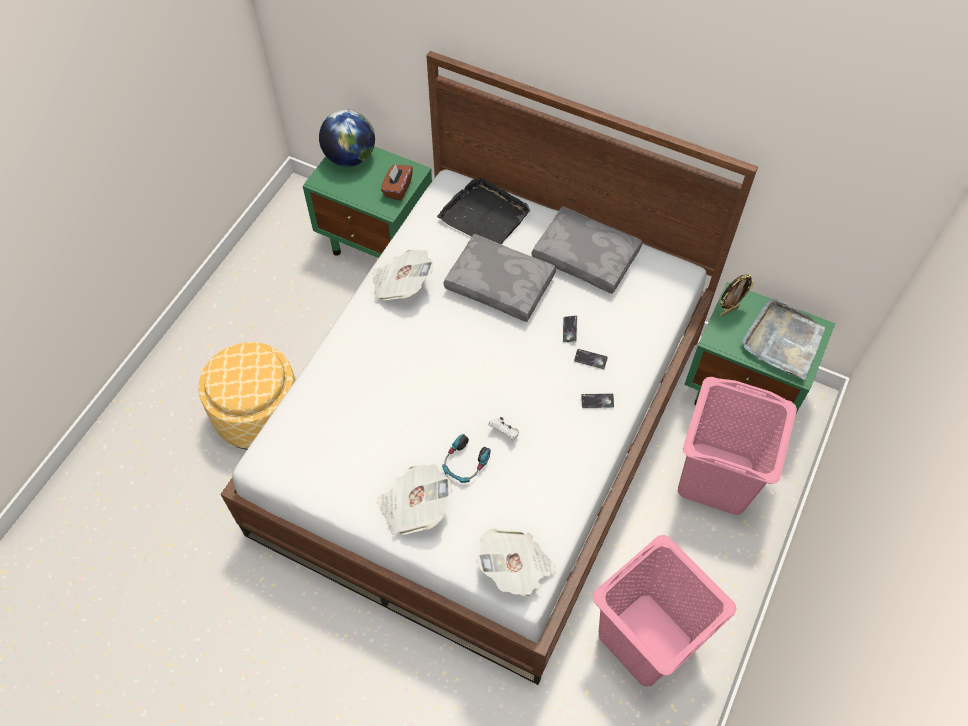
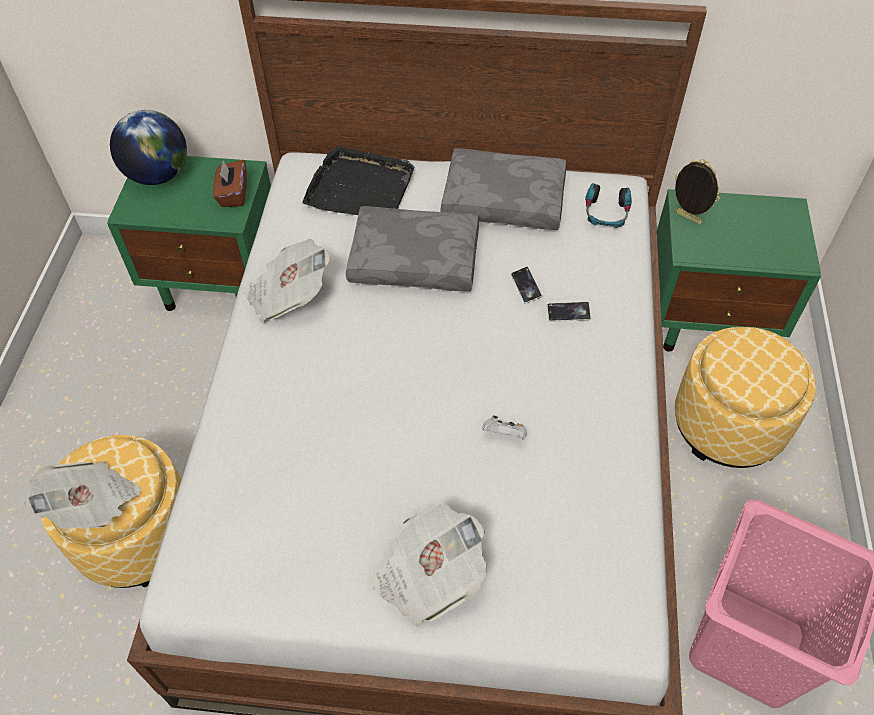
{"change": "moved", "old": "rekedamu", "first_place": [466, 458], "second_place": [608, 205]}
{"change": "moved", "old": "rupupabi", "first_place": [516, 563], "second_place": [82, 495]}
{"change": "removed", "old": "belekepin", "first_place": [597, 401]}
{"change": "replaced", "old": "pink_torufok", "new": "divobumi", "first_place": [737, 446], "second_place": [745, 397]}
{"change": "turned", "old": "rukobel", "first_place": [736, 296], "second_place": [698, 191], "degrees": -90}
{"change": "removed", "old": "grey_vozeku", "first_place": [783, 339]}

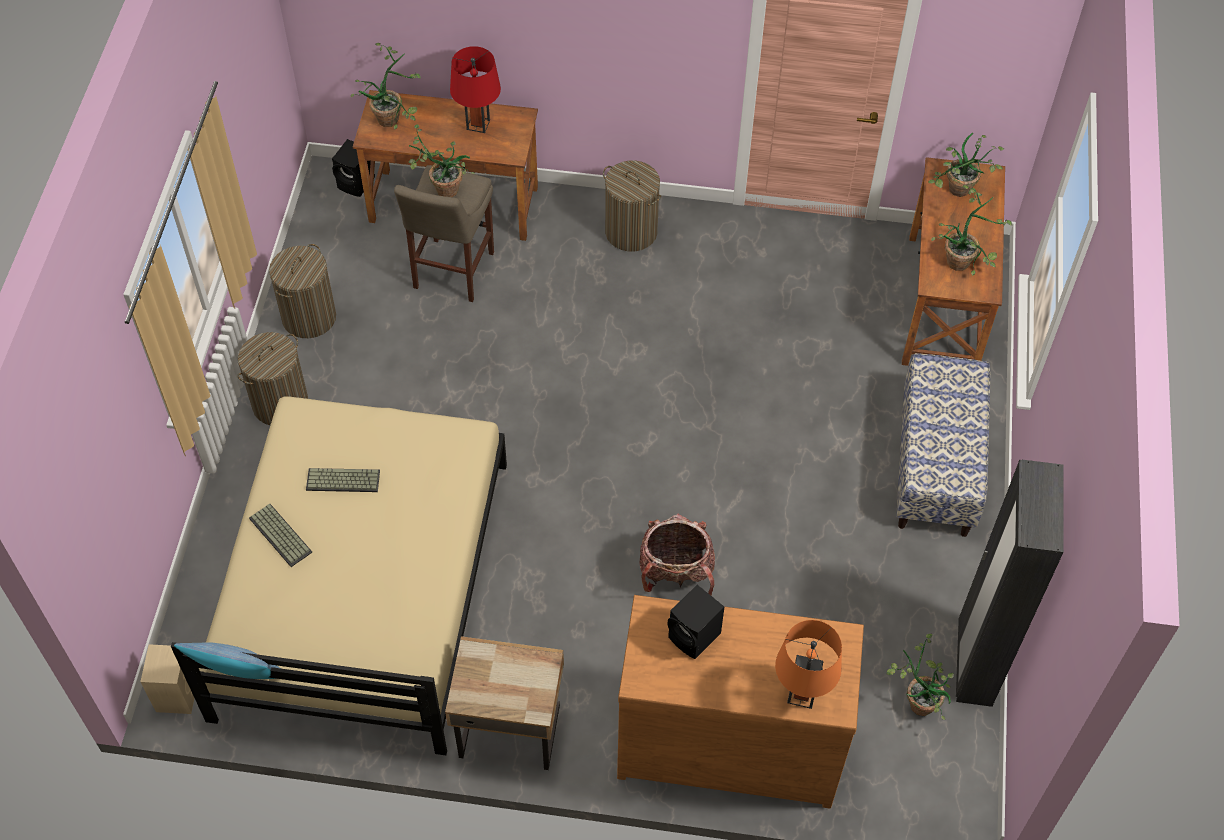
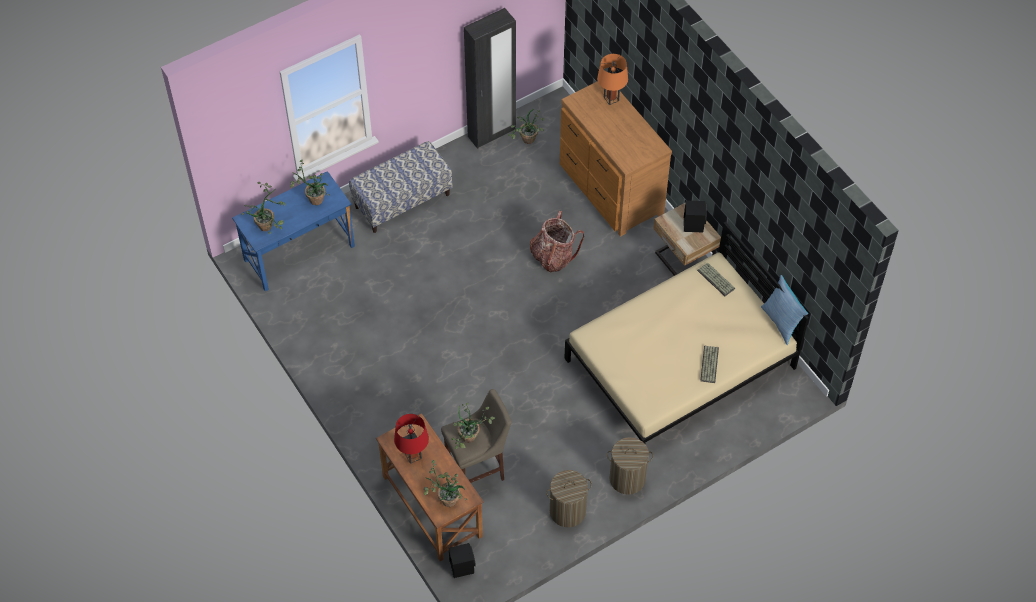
{"change": "removed", "old": "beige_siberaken", "first_place": [167, 679]}
{"change": "moved", "old": "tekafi", "first_place": [343, 480], "second_place": [716, 279]}
{"change": "removed", "old": "torufok", "first_place": [632, 205]}
{"change": "moved", "old": "black_siberaken", "first_place": [695, 622], "second_place": [695, 217]}
{"change": "recoloured", "old": "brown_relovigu", "new": "blue_relovigu", "first_place": [953, 261], "second_place": [293, 231]}

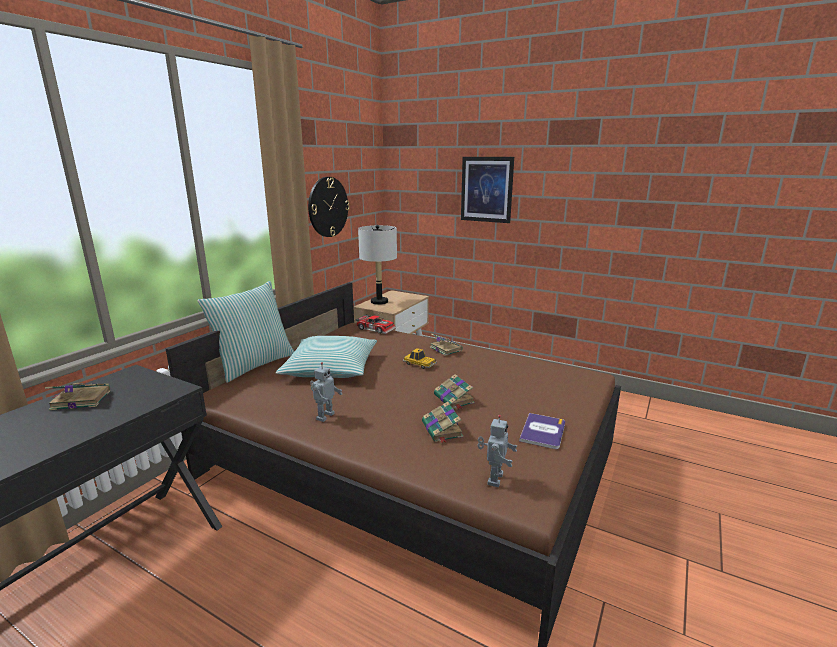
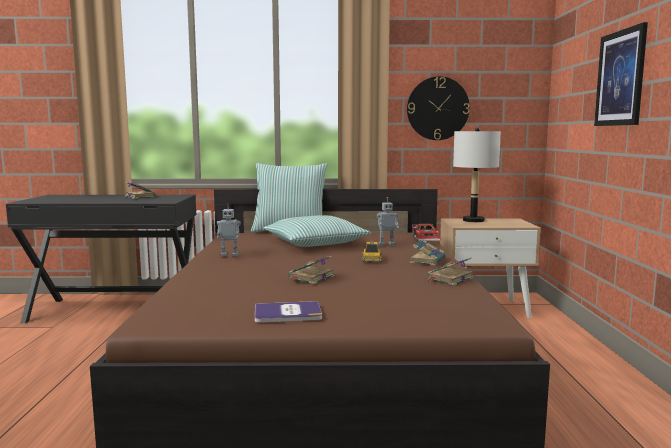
{"change": "moved", "old": "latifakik", "first_place": [442, 422], "second_place": [449, 272]}
{"change": "moved", "old": "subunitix", "first_place": [497, 451], "second_place": [388, 221]}

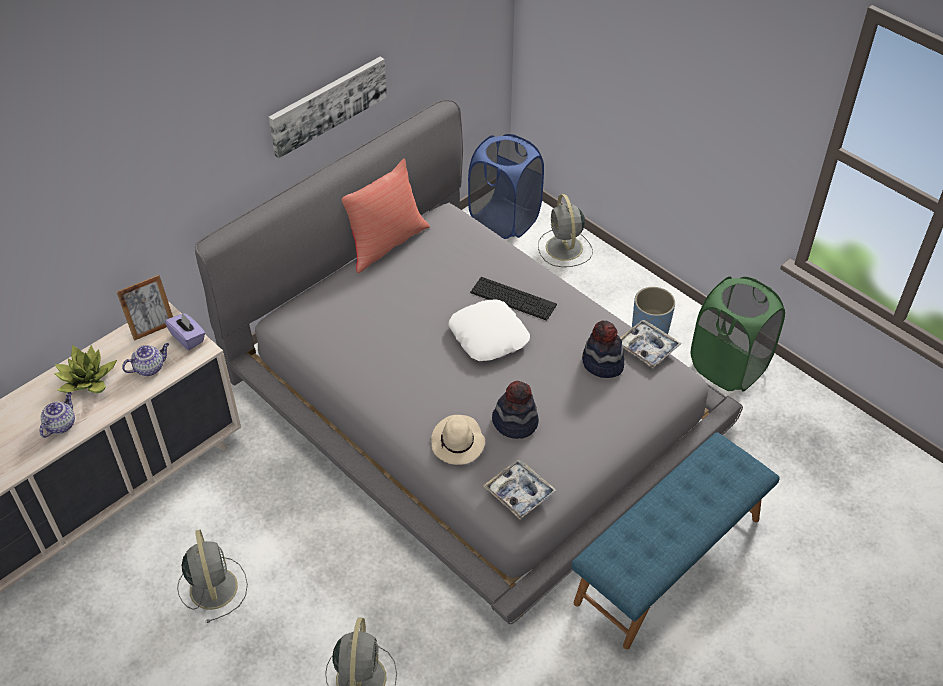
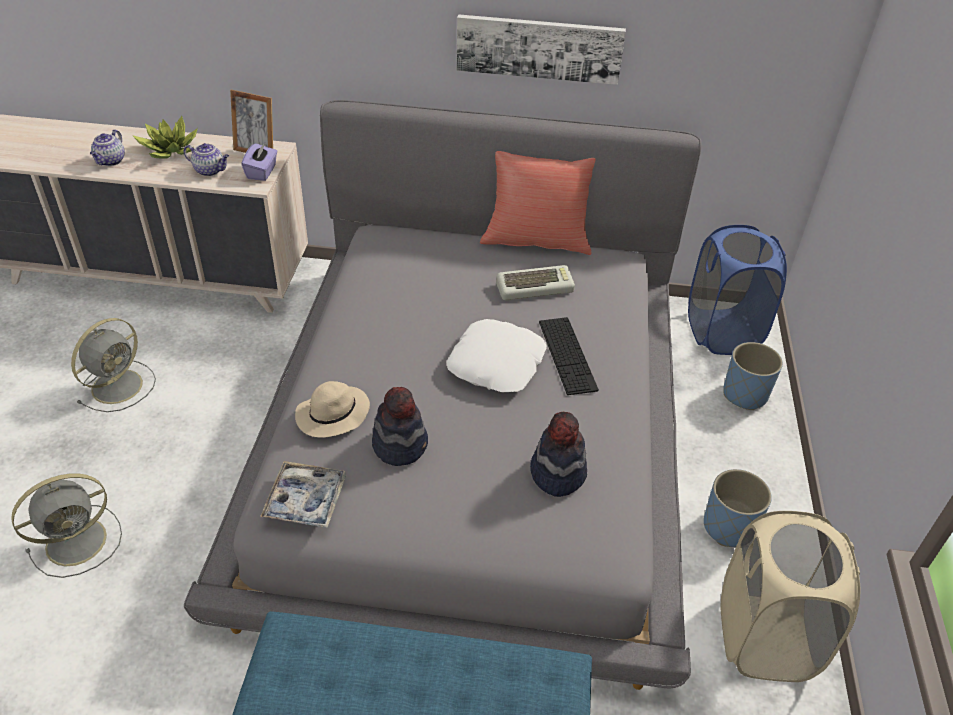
{"change": "turned", "old": "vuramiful", "first_place": [57, 415], "second_place": [107, 148], "degrees": 120}
{"change": "replaced", "old": "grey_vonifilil", "new": "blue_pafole", "first_place": [565, 230], "second_place": [753, 376]}
{"change": "removed", "old": "vozeku", "first_place": [650, 344]}
{"change": "recoloured", "old": "green_torufok", "new": "beige_torufok", "first_place": [738, 334], "second_place": [790, 596]}
{"change": "added", "new": "tekafi", "second_place": [535, 282]}

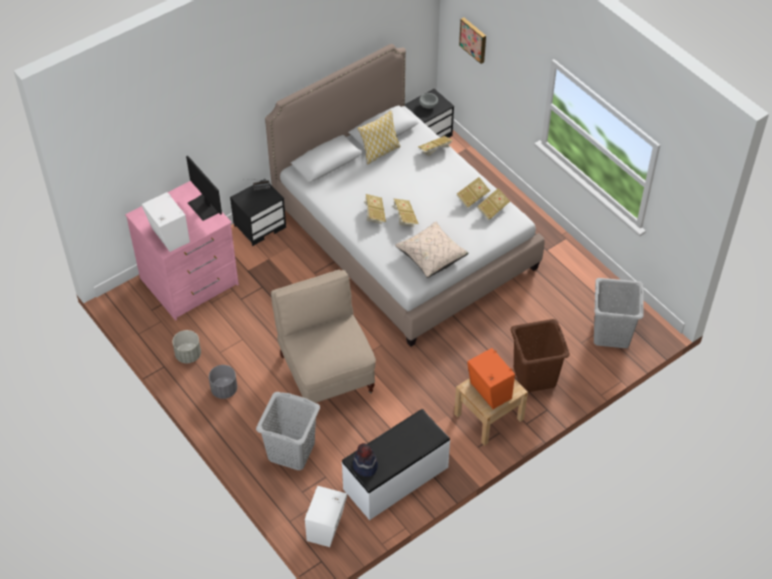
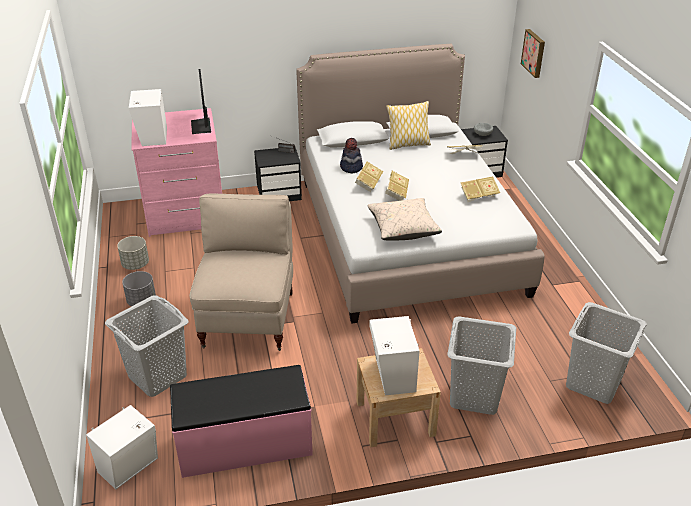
{"change": "recoloured", "old": "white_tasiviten", "new": "pink_tasiviten", "first_place": [395, 464], "second_place": [241, 421]}
{"change": "moved", "old": "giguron", "first_place": [365, 460], "second_place": [351, 155]}
{"change": "recoloured", "old": "orange_siberaken", "new": "white_siberaken", "first_place": [491, 378], "second_place": [394, 356]}
{"change": "removed", "old": "latifakik", "first_place": [493, 204]}
{"change": "recoloured", "old": "brown_torufok", "new": "grey_torufok", "first_place": [540, 355], "second_place": [481, 365]}

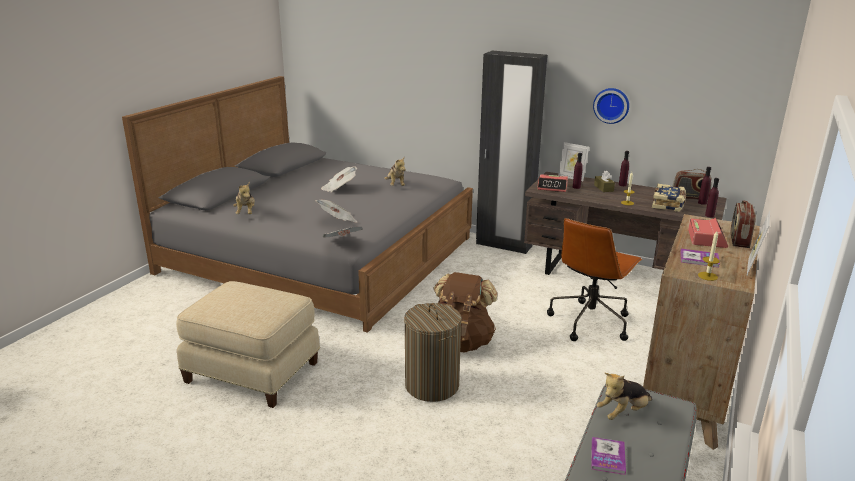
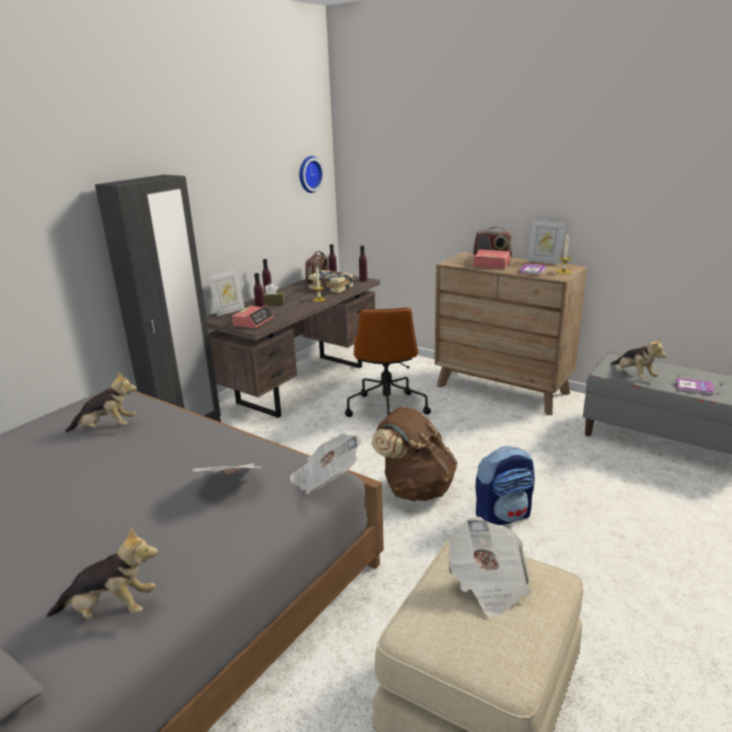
{"change": "moved", "old": "rupupabi", "first_place": [339, 179], "second_place": [489, 567]}
{"change": "replaced", "old": "torufok", "new": "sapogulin", "first_place": [433, 352], "second_place": [505, 485]}
{"change": "turned", "old": "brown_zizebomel", "first_place": [595, 279], "second_place": [388, 362], "degrees": 45}
{"change": "moved", "old": "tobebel", "first_place": [611, 106], "second_place": [311, 174]}

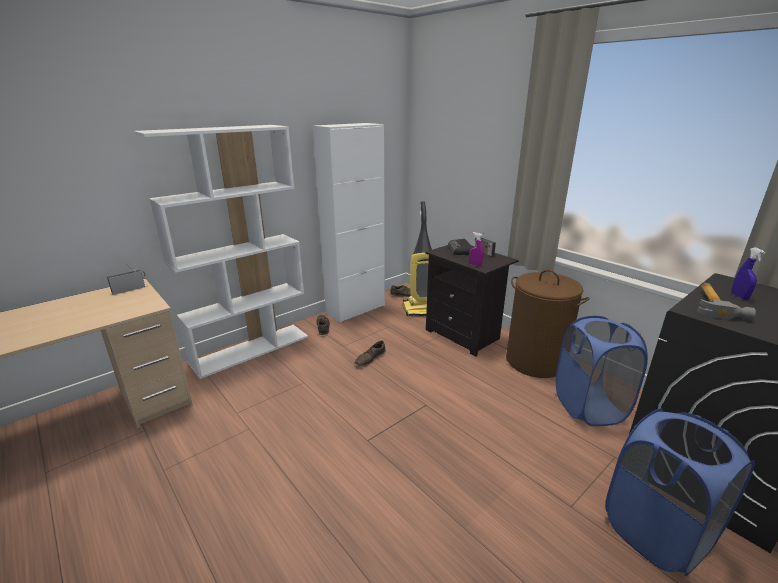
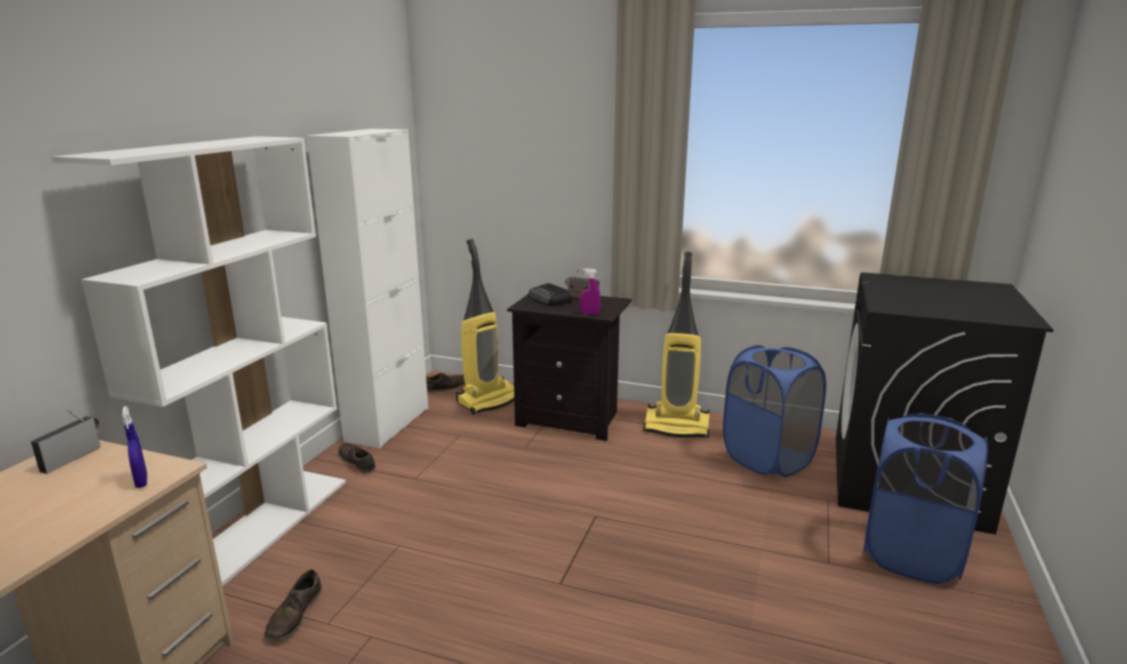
{"change": "moved", "old": "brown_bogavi", "first_place": [369, 354], "second_place": [293, 605]}
{"change": "replaced", "old": "brown_torufok", "new": "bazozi", "first_place": [548, 324], "second_place": [676, 345]}
{"change": "removed", "old": "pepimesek", "first_place": [726, 301]}
{"change": "moved", "old": "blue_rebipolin", "first_place": [748, 273], "second_place": [134, 447]}

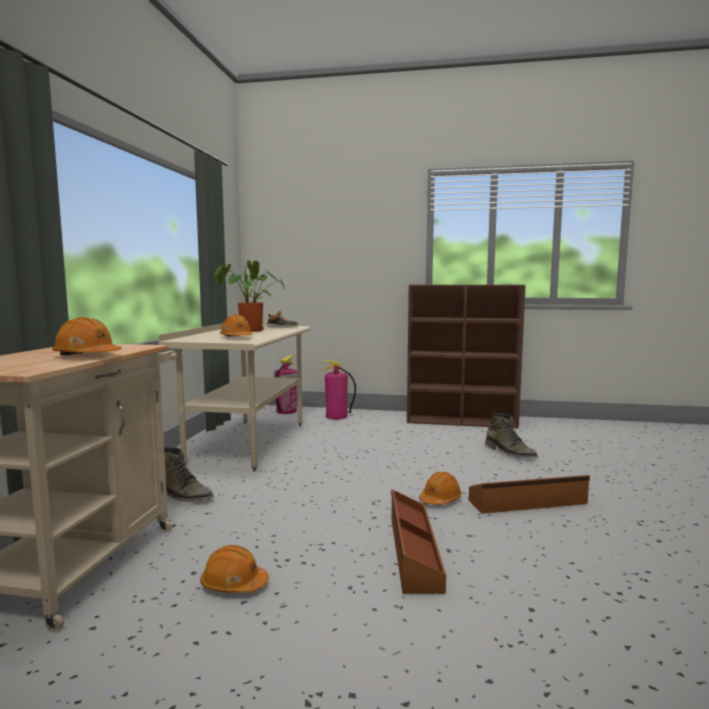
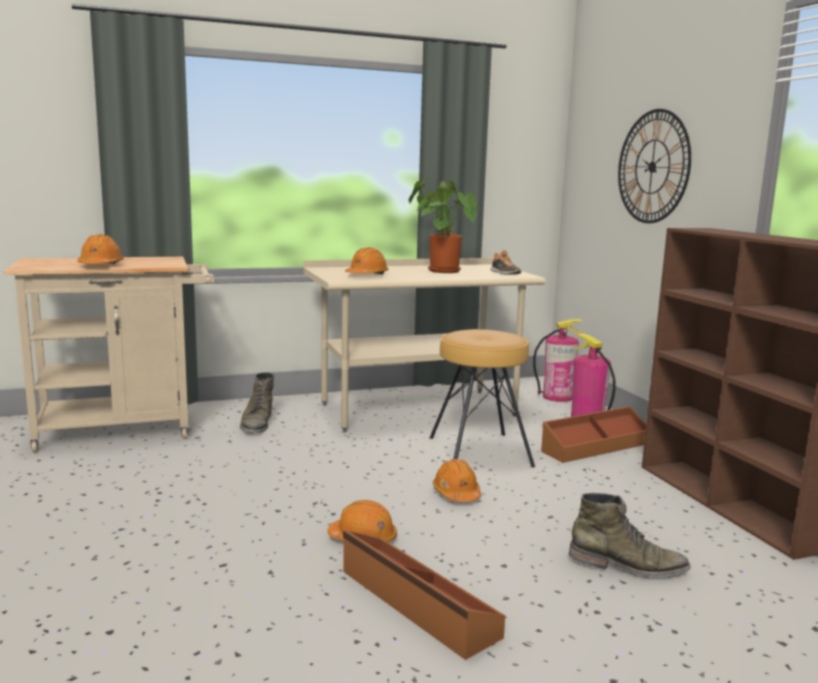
{"change": "moved", "old": "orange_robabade", "first_place": [234, 569], "second_place": [457, 480]}
{"change": "moved", "old": "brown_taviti", "first_place": [418, 541], "second_place": [593, 434]}
{"change": "turned", "old": "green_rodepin", "first_place": [511, 435], "second_place": [630, 535], "degrees": -105}
{"change": "added", "new": "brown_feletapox", "second_place": [482, 398]}
{"change": "added", "new": "tobebel", "second_place": [654, 166]}

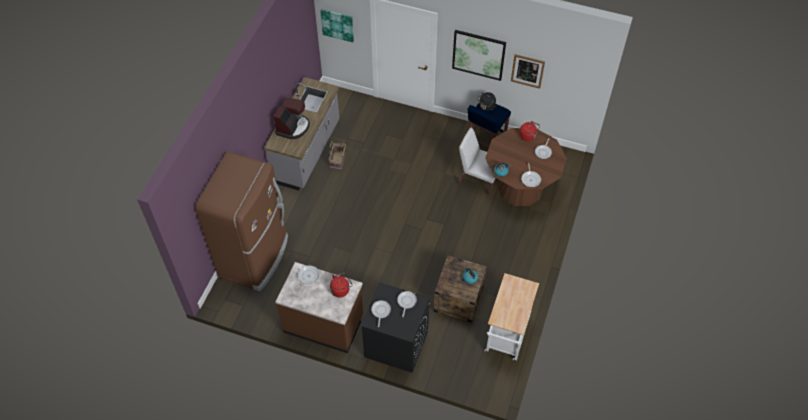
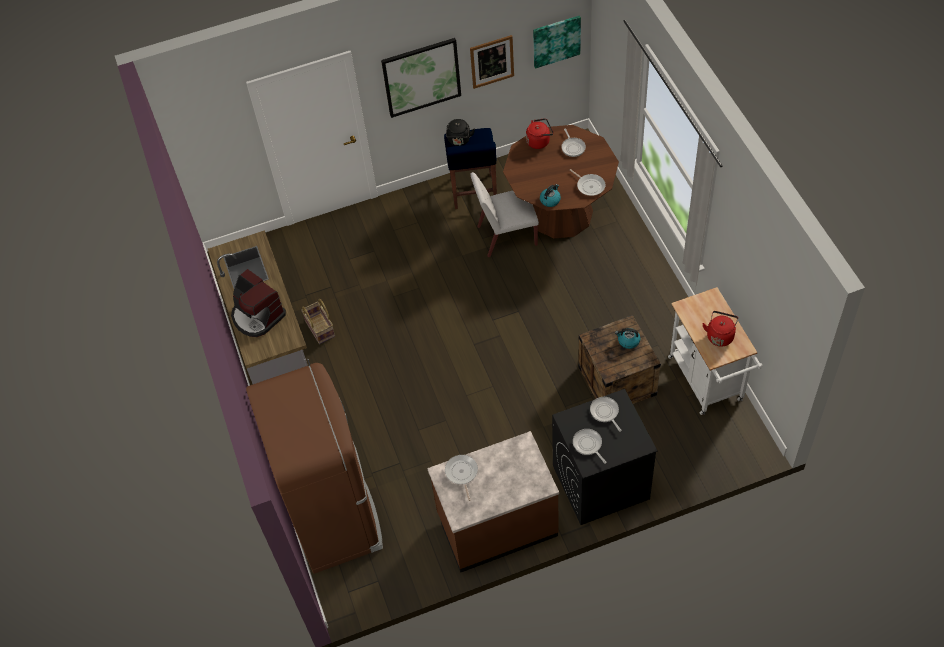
{"change": "turned", "old": "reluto", "first_place": [292, 118], "second_place": [258, 303], "degrees": 150}
{"change": "moved", "old": "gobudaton", "first_place": [337, 25], "second_place": [557, 42]}
{"change": "moved", "old": "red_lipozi", "first_place": [341, 285], "second_place": [720, 329]}

